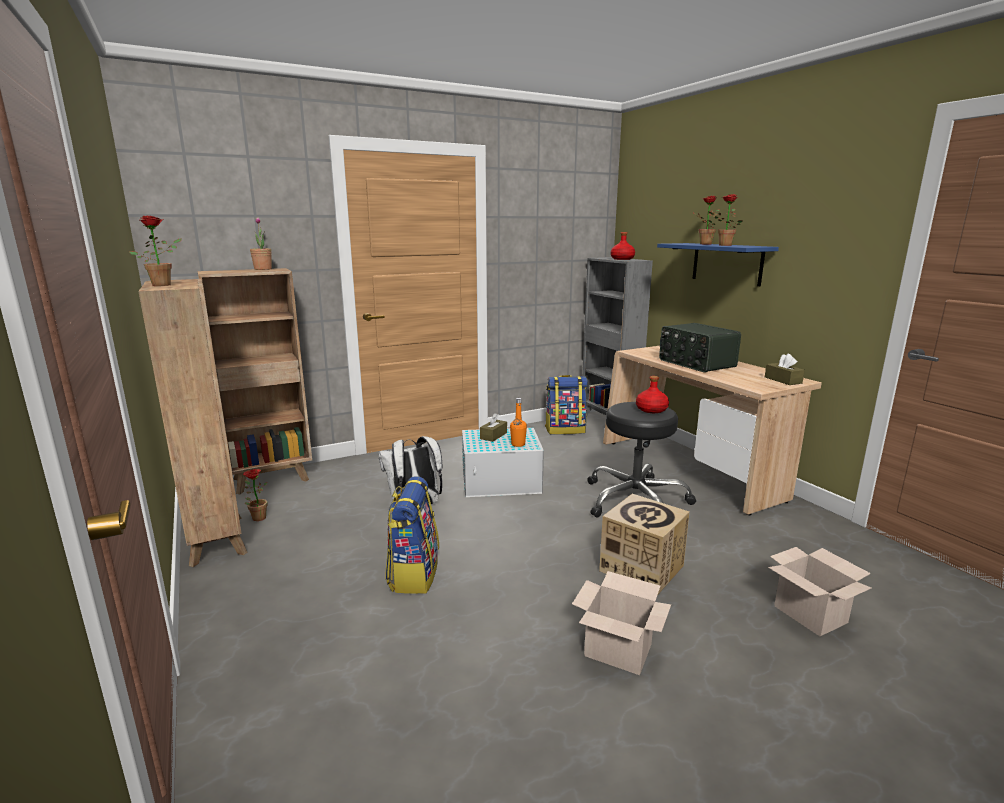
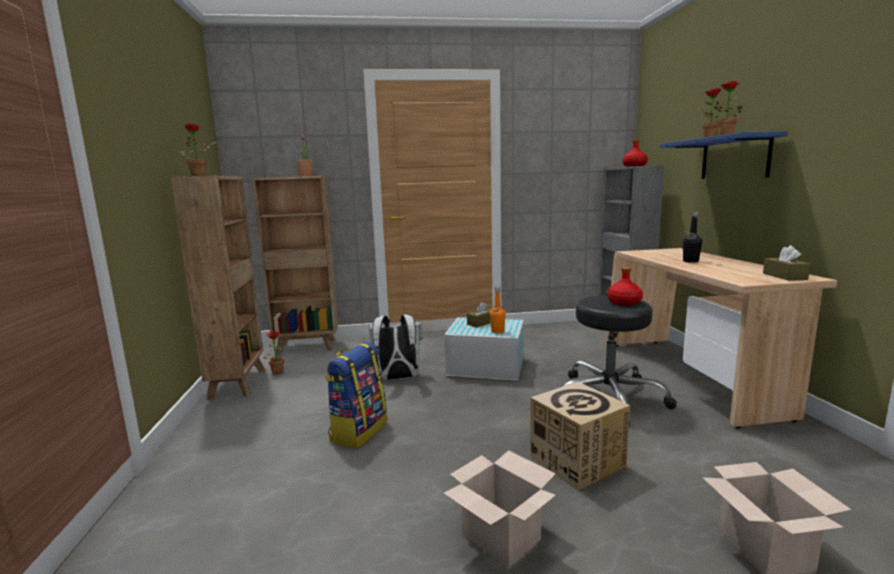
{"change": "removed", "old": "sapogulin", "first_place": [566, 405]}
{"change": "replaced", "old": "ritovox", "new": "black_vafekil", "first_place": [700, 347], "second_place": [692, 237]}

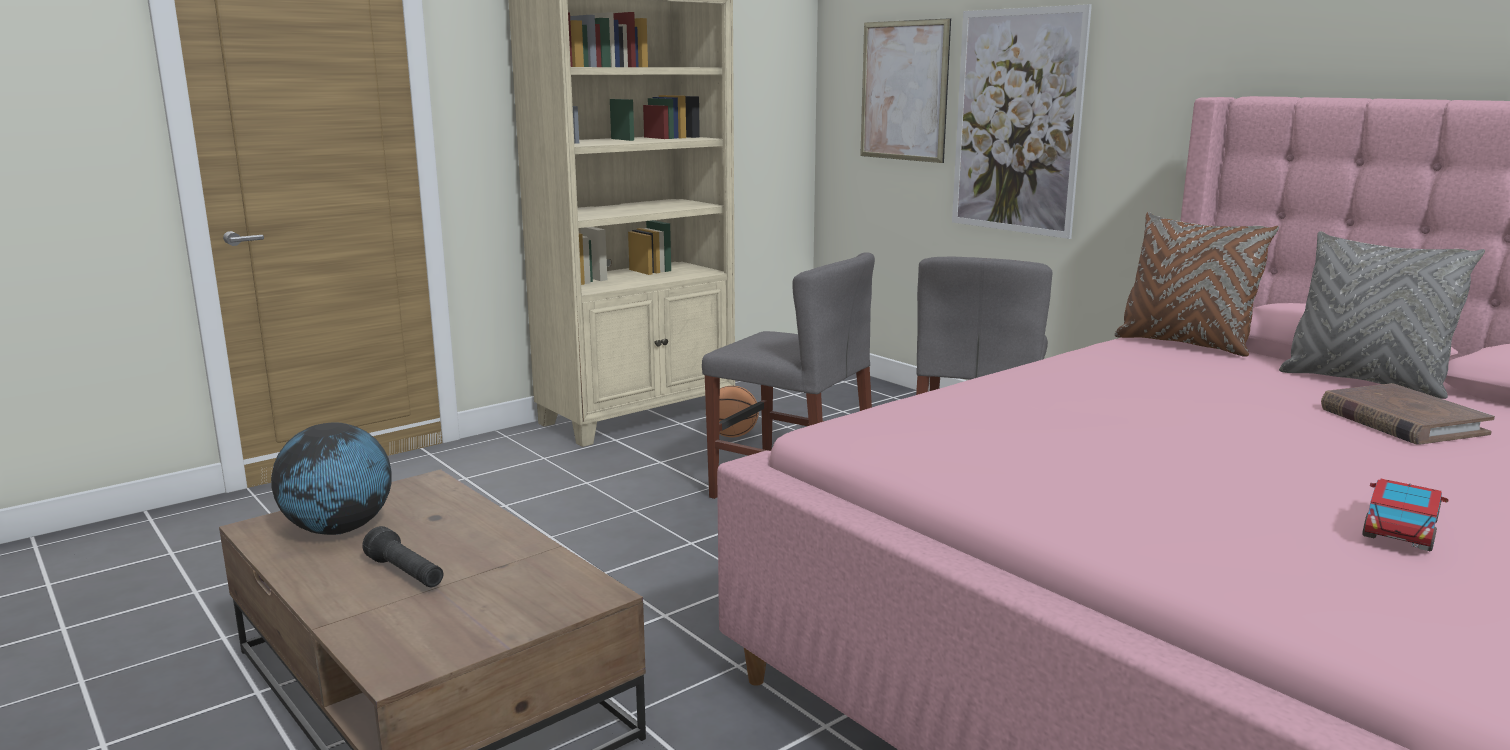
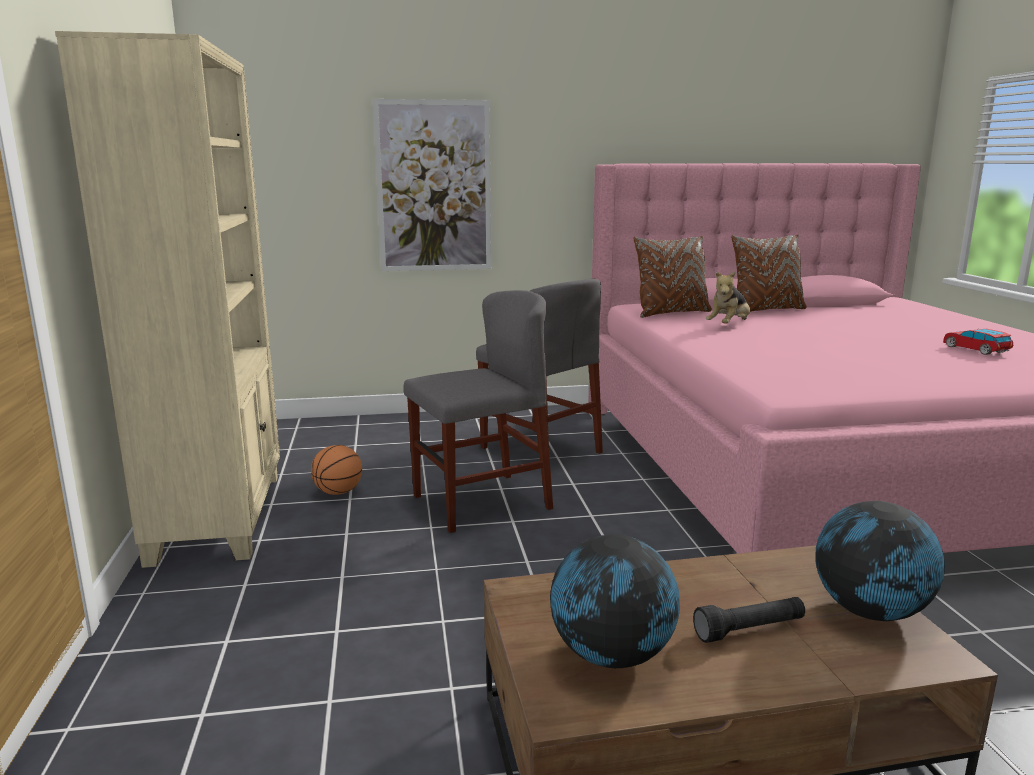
{"change": "removed", "old": "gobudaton", "first_place": [905, 90]}
{"change": "recoloured", "old": "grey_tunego", "new": "brown_tunego", "first_place": [1382, 315], "second_place": [769, 273]}
{"change": "removed", "old": "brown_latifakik", "first_place": [1408, 414]}
{"change": "added", "new": "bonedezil", "second_place": [728, 297]}
{"change": "added", "new": "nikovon", "second_place": [880, 561]}

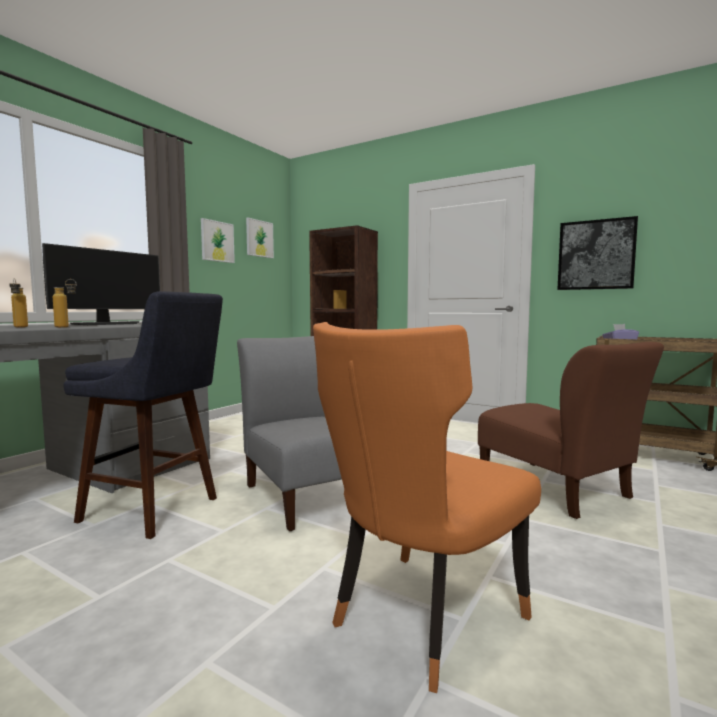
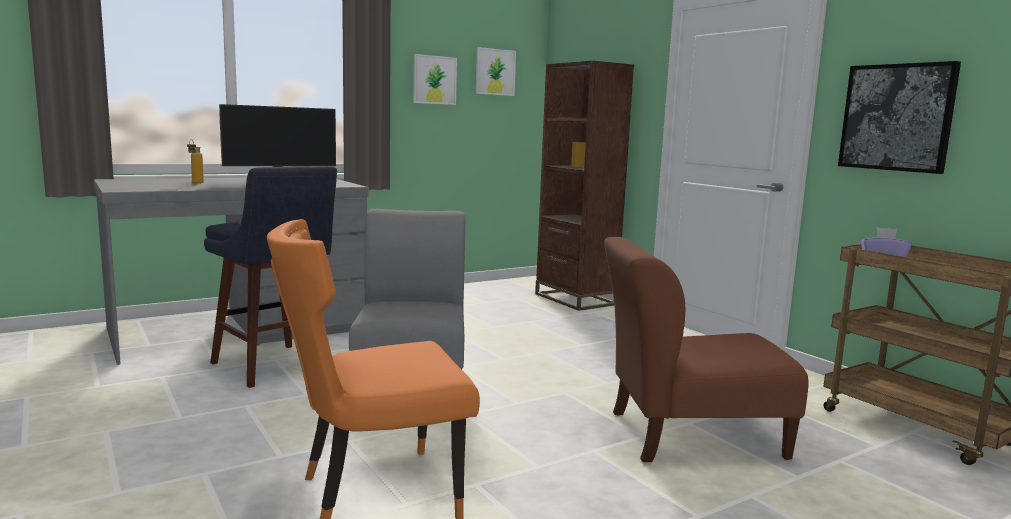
{"change": "removed", "old": "vafekil", "first_place": [65, 303]}
{"change": "turned", "old": "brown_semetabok", "first_place": [571, 430], "second_place": [706, 349], "degrees": 90}

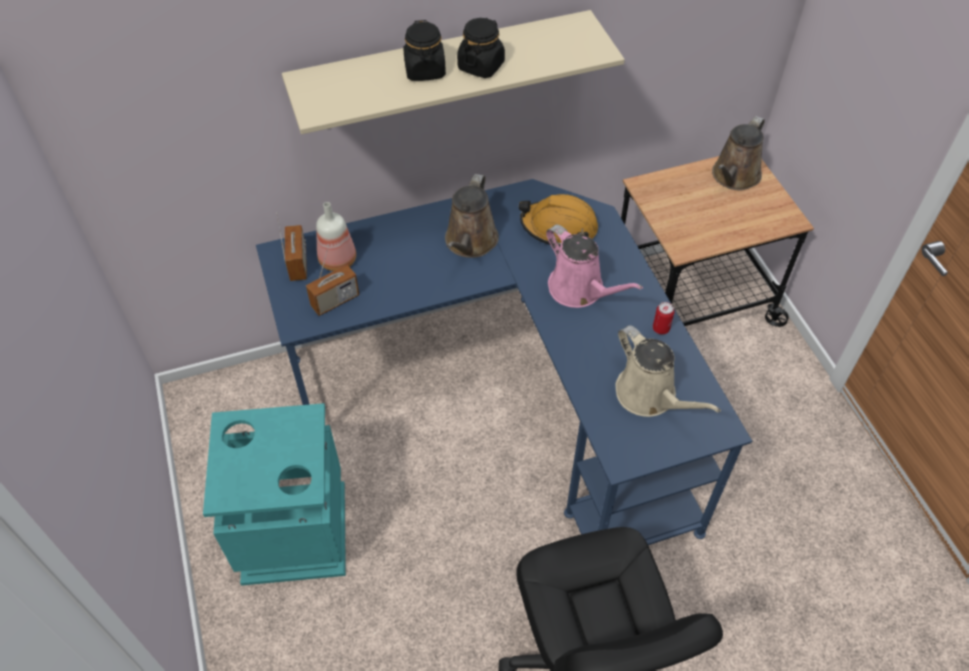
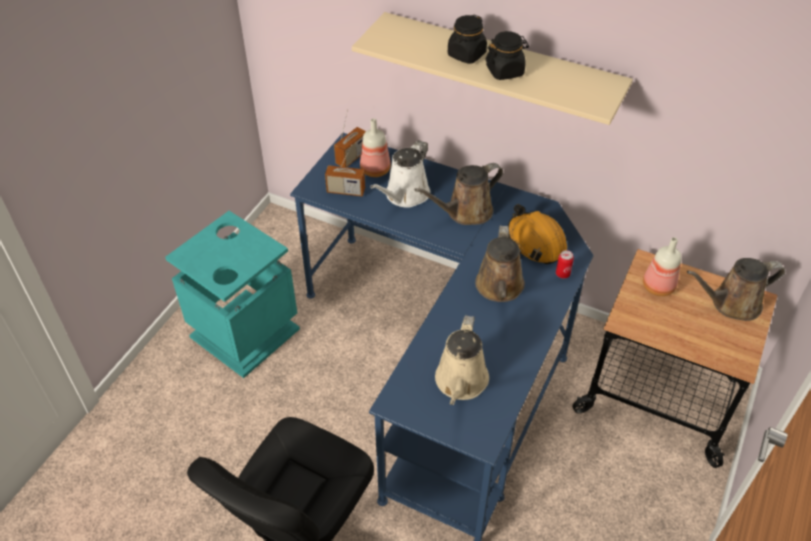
{"change": "recoloured", "old": "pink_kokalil", "new": "brown_kokalil", "first_place": [594, 266], "second_place": [500, 264]}
{"change": "moved", "old": "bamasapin", "first_place": [664, 318], "second_place": [565, 264]}
{"change": "added", "new": "white_kokalil", "second_place": [400, 174]}
{"change": "added", "new": "vafekil", "second_place": [662, 266]}

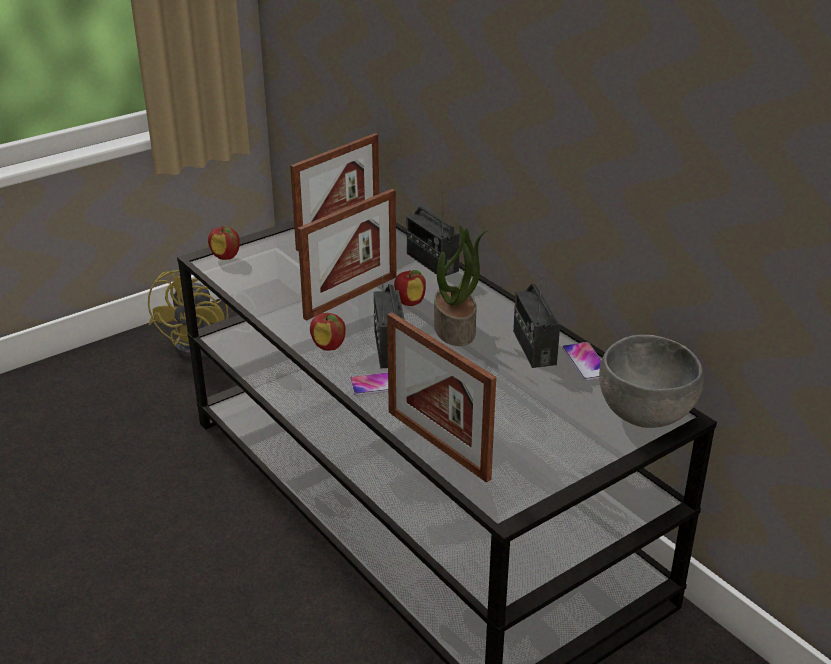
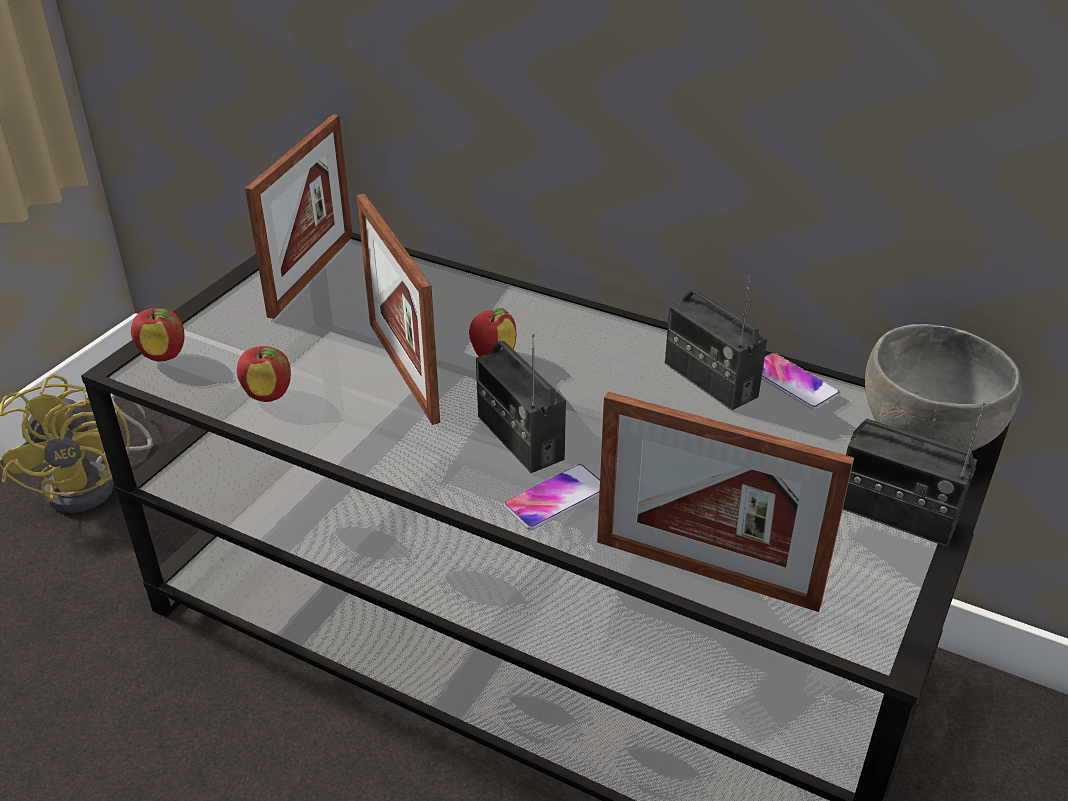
{"change": "turned", "old": "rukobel", "first_place": [347, 254], "second_place": [398, 309], "degrees": 135}
{"change": "moved", "old": "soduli", "first_place": [328, 331], "second_place": [264, 374]}
{"change": "moved", "old": "ritovox", "first_place": [433, 234], "second_place": [914, 474]}
{"change": "removed", "old": "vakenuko", "first_place": [462, 285]}

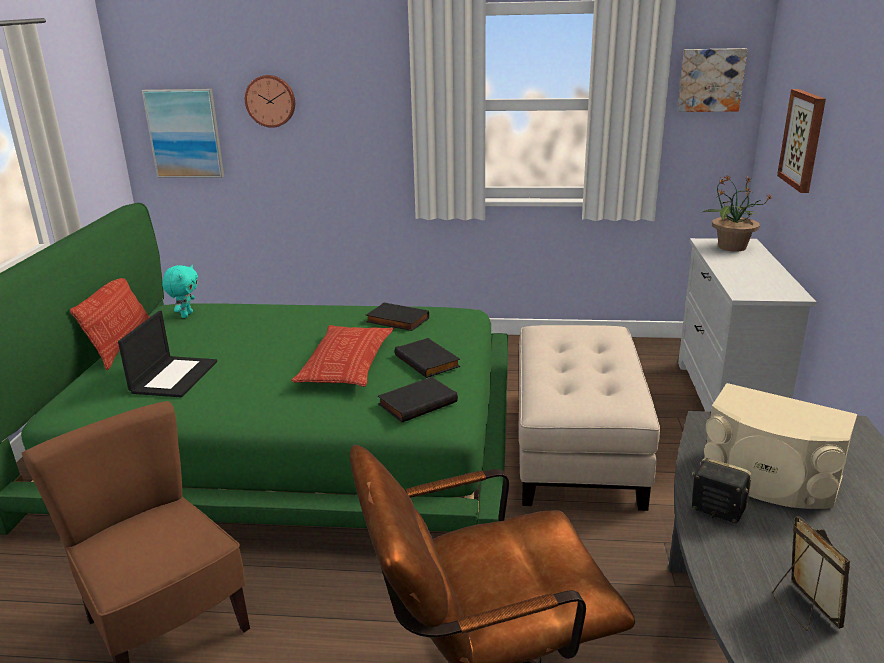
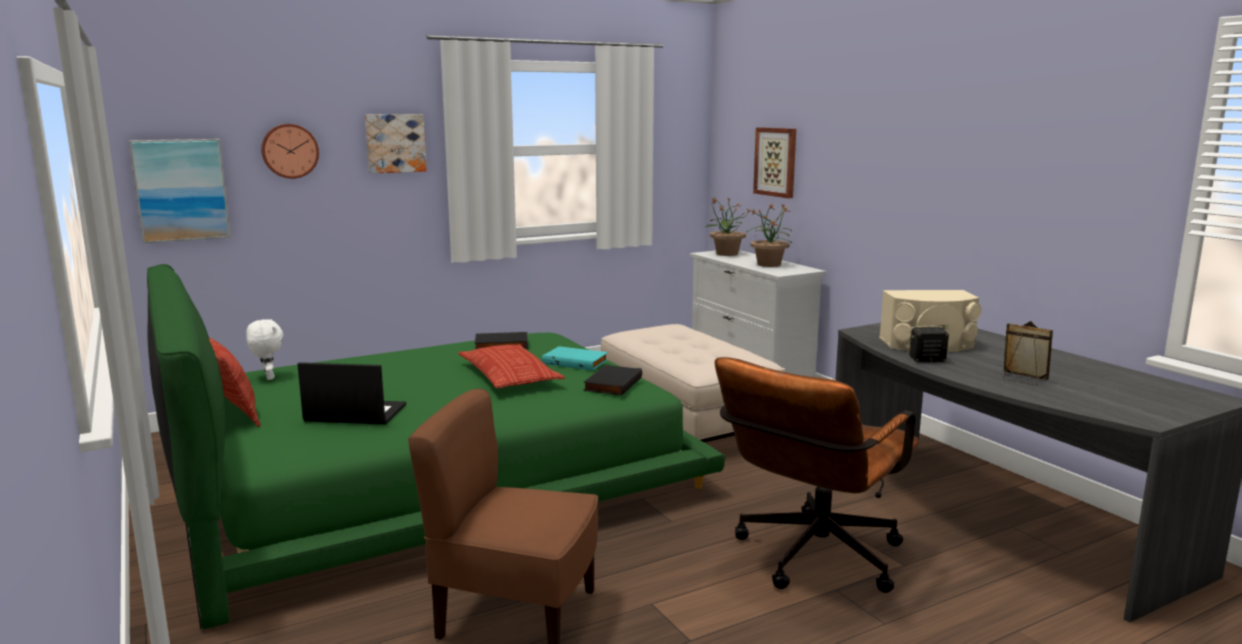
{"change": "turned", "old": "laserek", "first_place": [167, 354], "second_place": [351, 393], "degrees": -60}
{"change": "recoloured", "old": "turquoise_bonedezil", "new": "white_bonedezil", "first_place": [180, 291], "second_place": [264, 349]}
{"change": "recoloured", "old": "black_latifakik", "new": "turquoise_latifakik", "first_place": [427, 358], "second_place": [575, 358]}
{"change": "moved", "old": "gobudaton", "first_place": [712, 80], "second_place": [396, 144]}
{"change": "added", "new": "vakenuko", "second_place": [769, 235]}

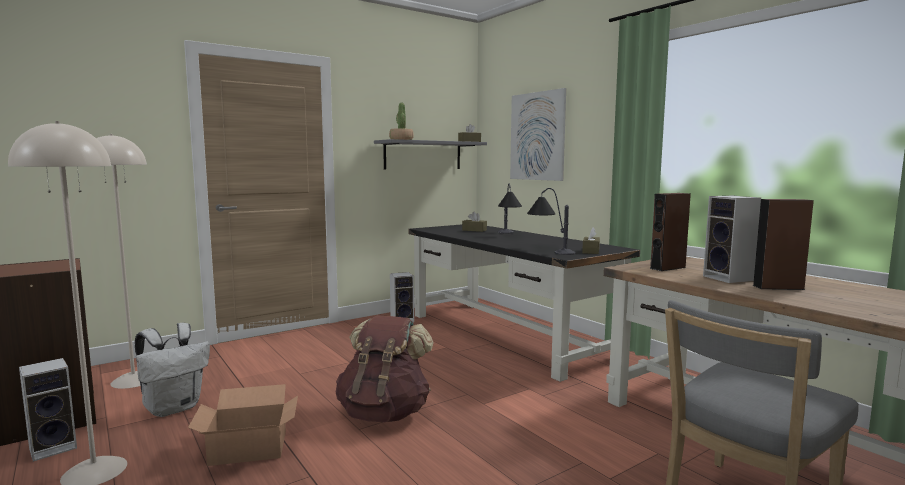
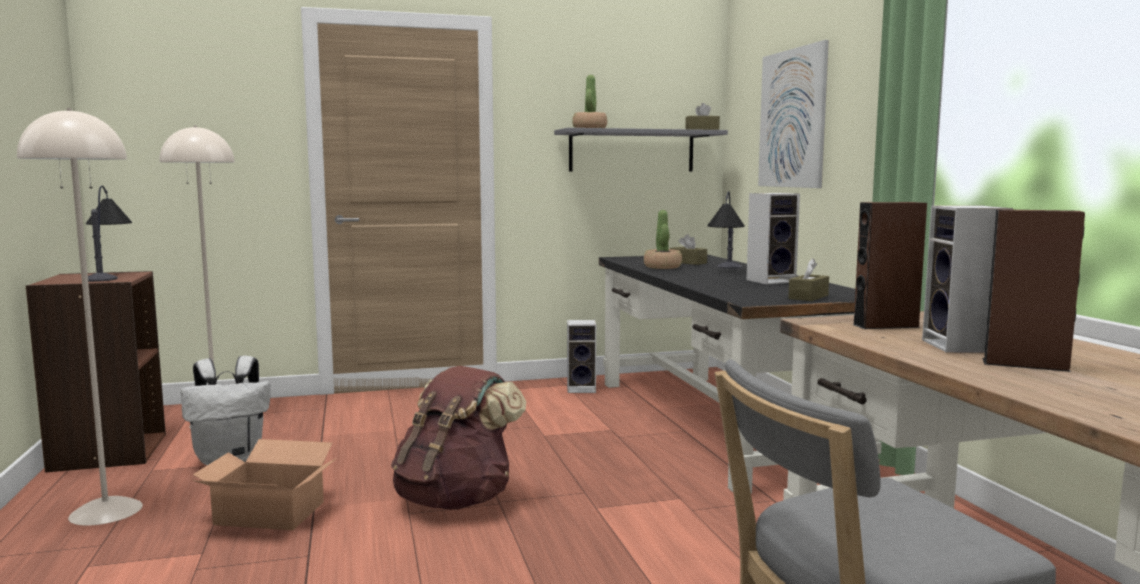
{"change": "moved", "old": "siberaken", "first_place": [48, 410], "second_place": [773, 238]}
{"change": "moved", "old": "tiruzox", "first_place": [551, 221], "second_place": [109, 234]}
{"change": "added", "new": "vakenuko", "second_place": [663, 239]}

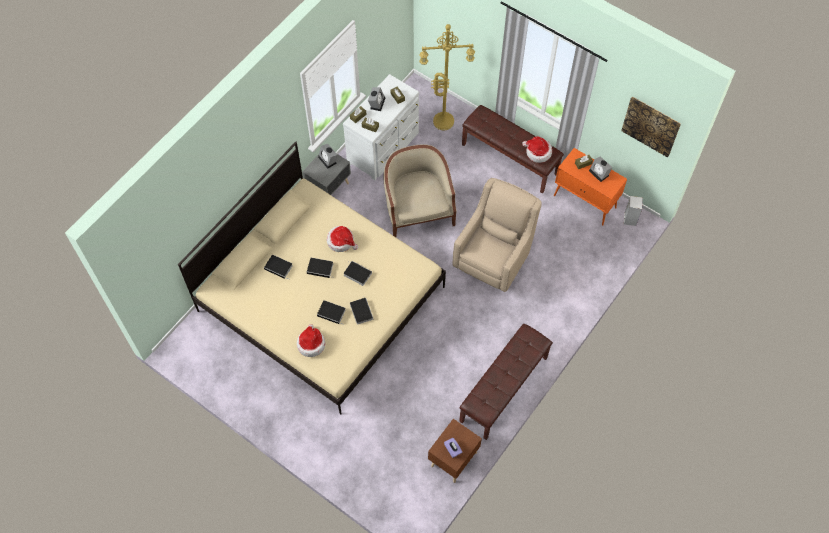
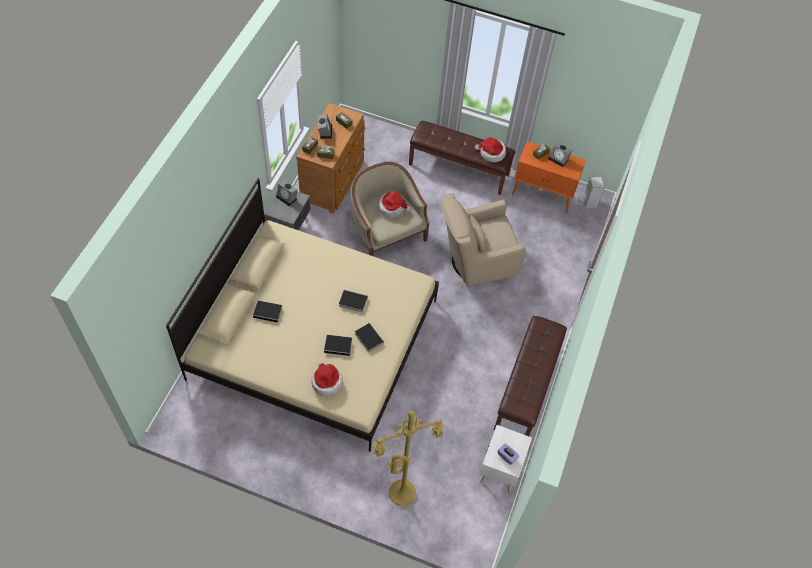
{"change": "removed", "old": "latifakik", "first_place": [320, 268]}
{"change": "moved", "old": "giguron", "first_place": [342, 239], "second_place": [394, 205]}
{"change": "recoloured", "old": "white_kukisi", "new": "brown_kukisi", "first_place": [381, 127], "second_place": [331, 158]}
{"change": "moved", "old": "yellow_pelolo", "first_place": [447, 77], "second_place": [408, 458]}
{"change": "recoloured", "old": "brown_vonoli", "new": "white_vonoli", "first_place": [455, 451], "second_place": [506, 459]}
{"change": "turned", "old": "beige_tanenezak", "first_place": [497, 235], "second_place": [483, 239], "degrees": -120}
{"change": "removed", "old": "gobudaton", "first_place": [651, 126]}

